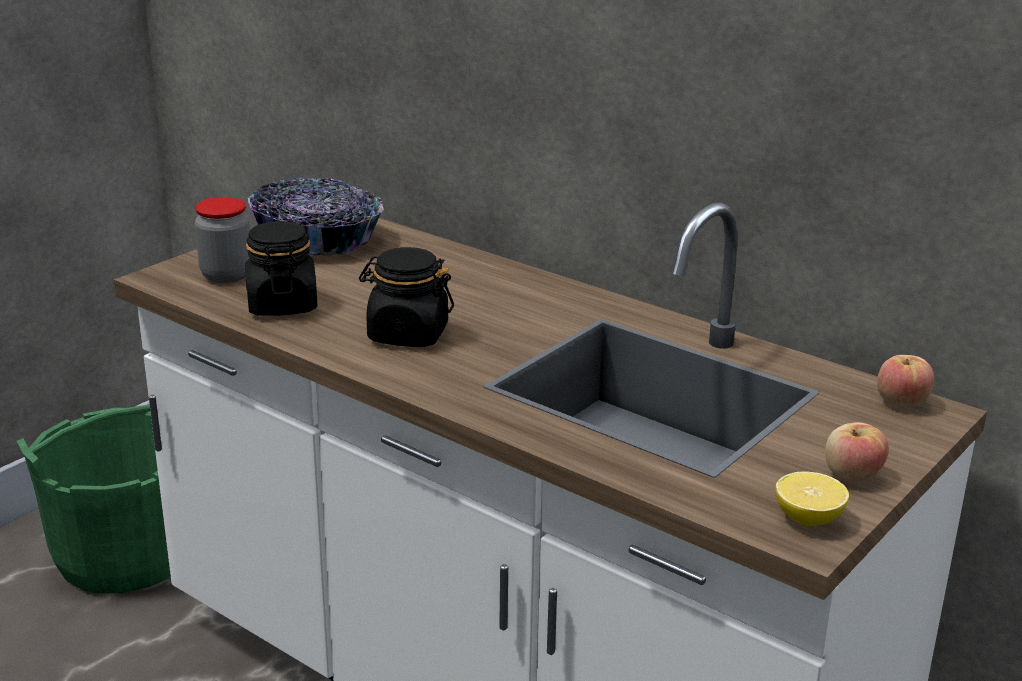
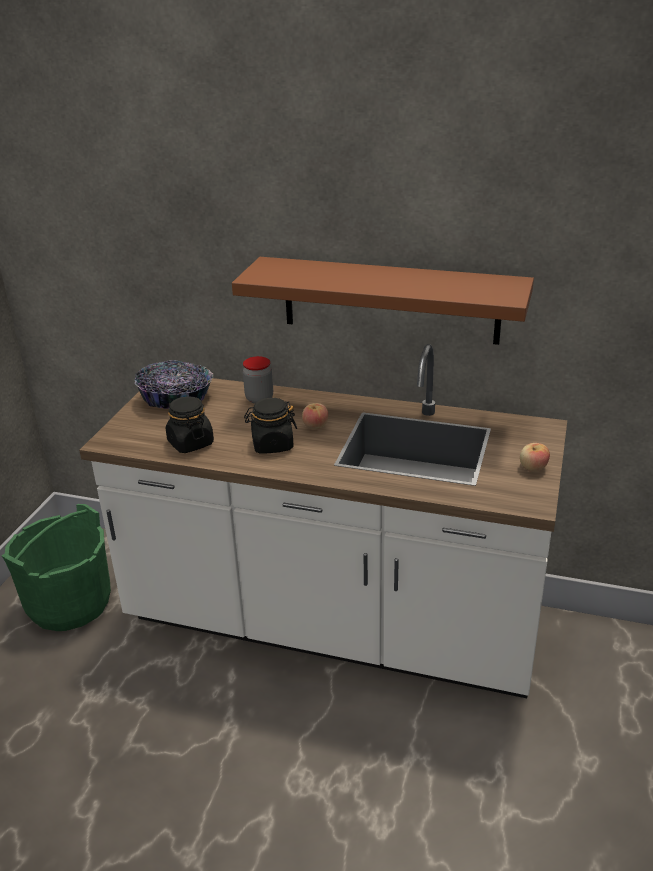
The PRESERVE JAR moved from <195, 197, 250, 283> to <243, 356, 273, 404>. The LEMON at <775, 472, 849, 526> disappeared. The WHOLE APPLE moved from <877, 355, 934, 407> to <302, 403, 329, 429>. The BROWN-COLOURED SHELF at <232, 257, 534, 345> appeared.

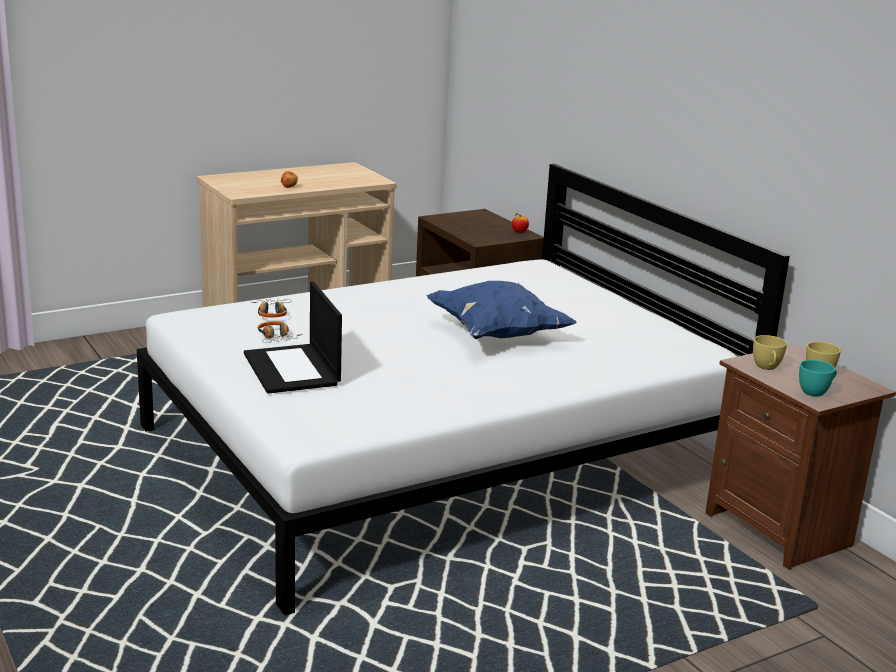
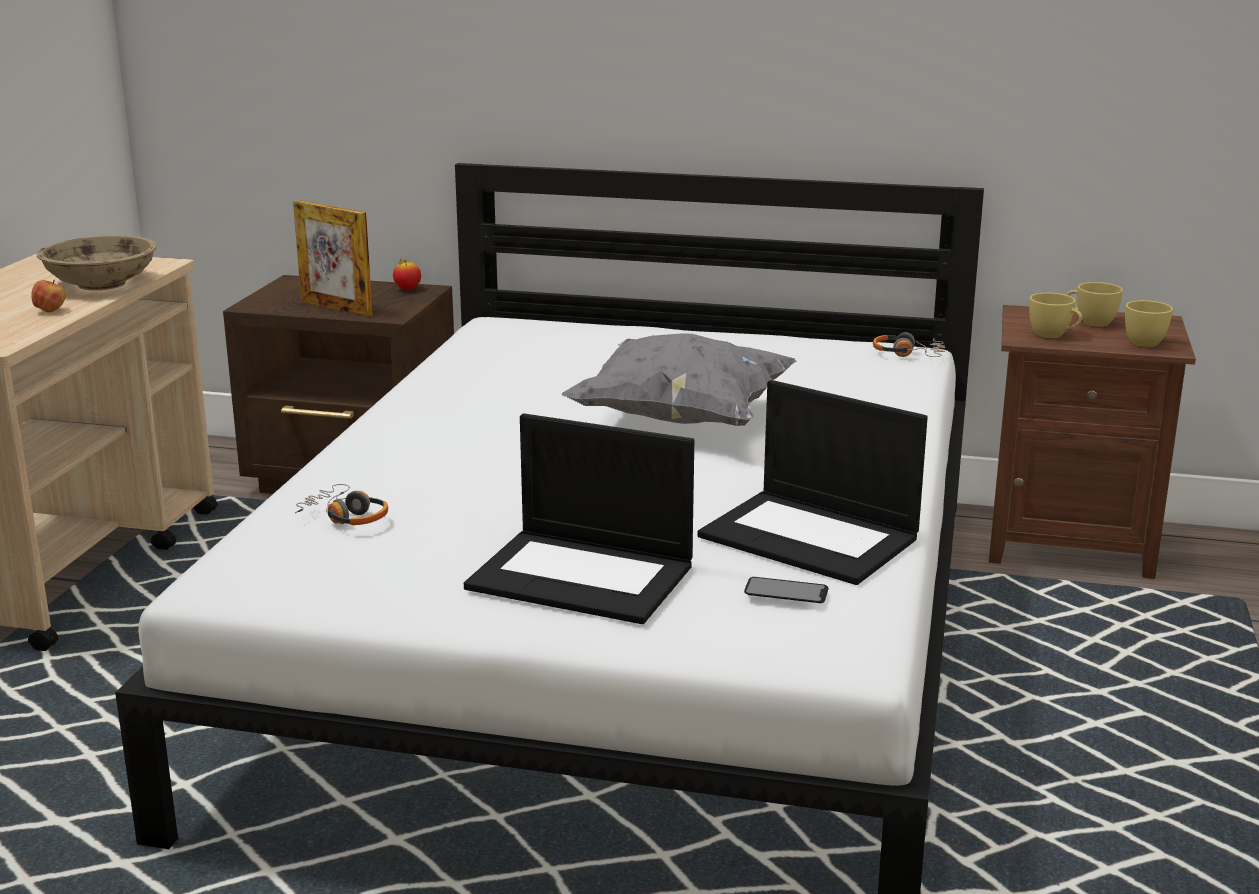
The PAIR OF HEADPHONES moved from <258, 321, 303, 343> to <873, 332, 945, 357>. The BLUE-COLOURED PILLOW at <427, 281, 577, 339> became the GREYISH PILLOW at <562, 334, 797, 426>. The BLUE-GREEN SMALL CUP at <799, 360, 837, 397> became the YELLOW-COLOURED SMALL CUP at <1125, 300, 1173, 347>. The BEIGE SERVING BOWL at <36, 235, 157, 290> appeared. The PICTURE FRAME at <293, 200, 373, 317> appeared. The LAPTOP at <698, 380, 928, 585> appeared. The HANDSET at <744, 577, 829, 603> appeared.

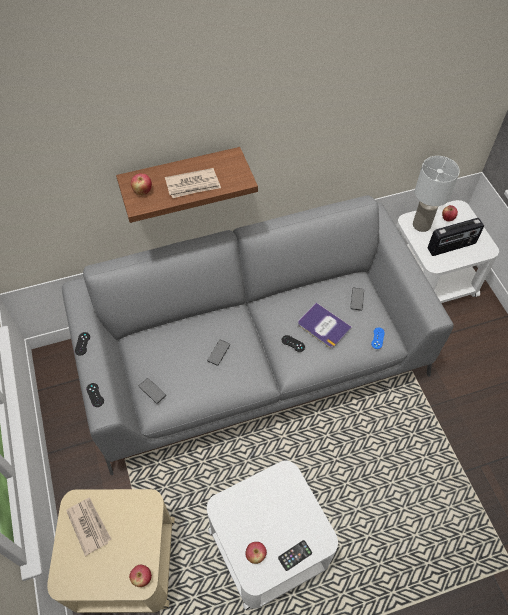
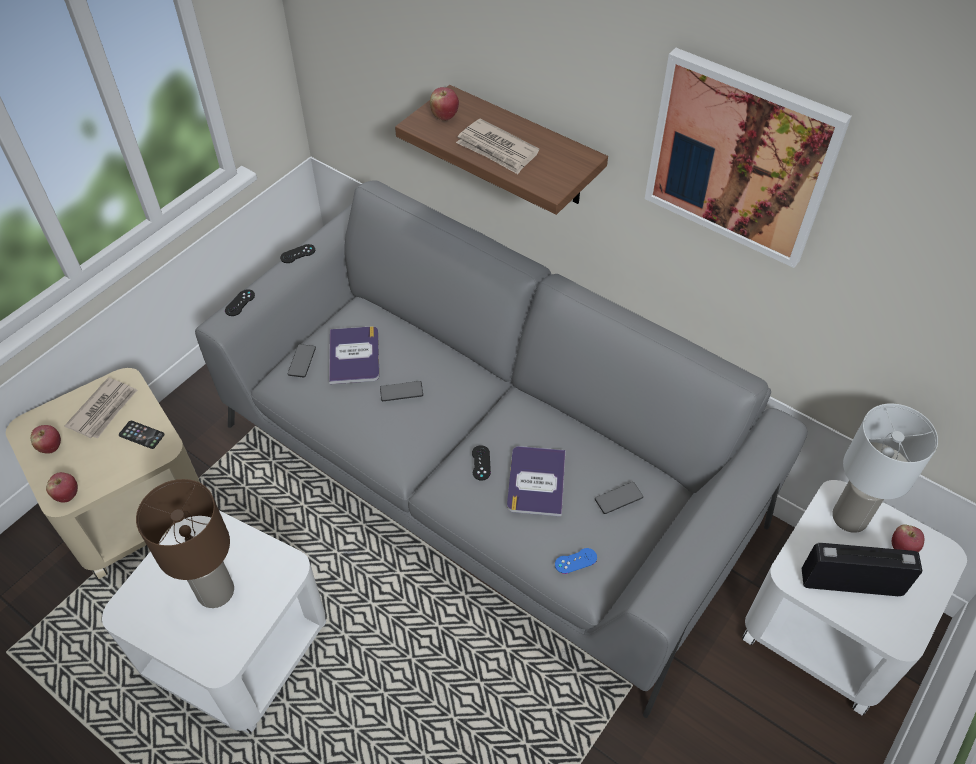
The WHOLE APPLE moved from <245, 542, 267, 564> to <31, 425, 61, 454>. The HANDSET moved from <278, 540, 312, 571> to <119, 421, 164, 449>. The RADIO at <428, 218, 484, 256> turned 150 degrees clockwise. The BROWN-COLOURED LAMP FOR A TABLE at <136, 479, 234, 608> appeared. The BOOK at <329, 326, 379, 384> appeared. The WALL PICTURE at <645, 48, 852, 268> appeared.

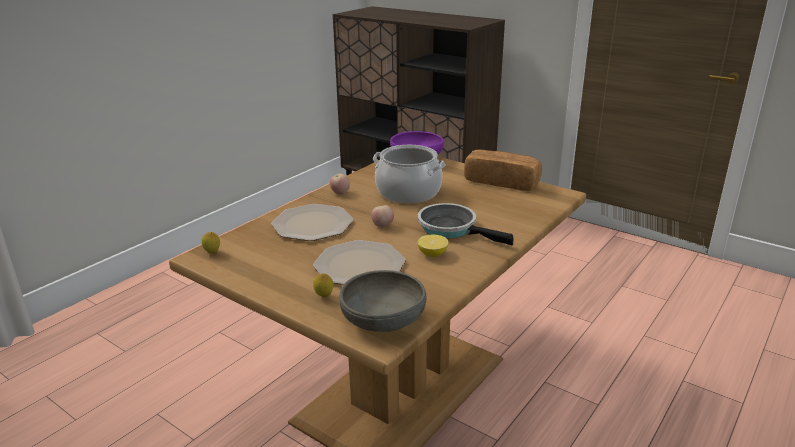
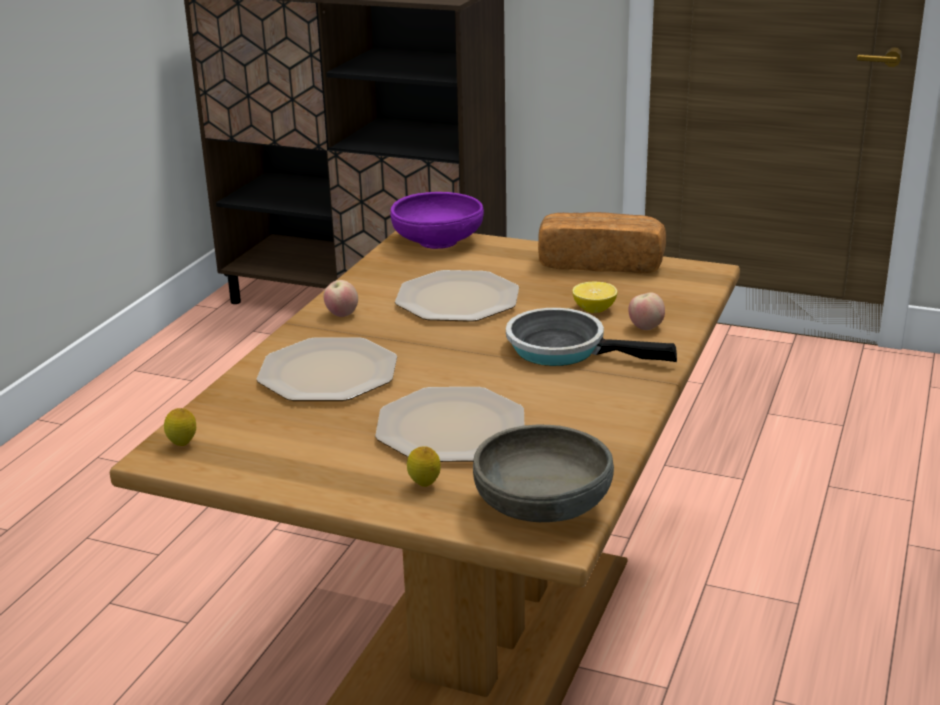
The WHOLE APPLE moved from <371, 205, 394, 228> to <628, 292, 665, 330>. The COOKING POT at <373, 145, 445, 203> was replaced by the FLAT DISH at <395, 270, 519, 322>. The LEMON moved from <417, 235, 449, 257> to <572, 282, 617, 313>.

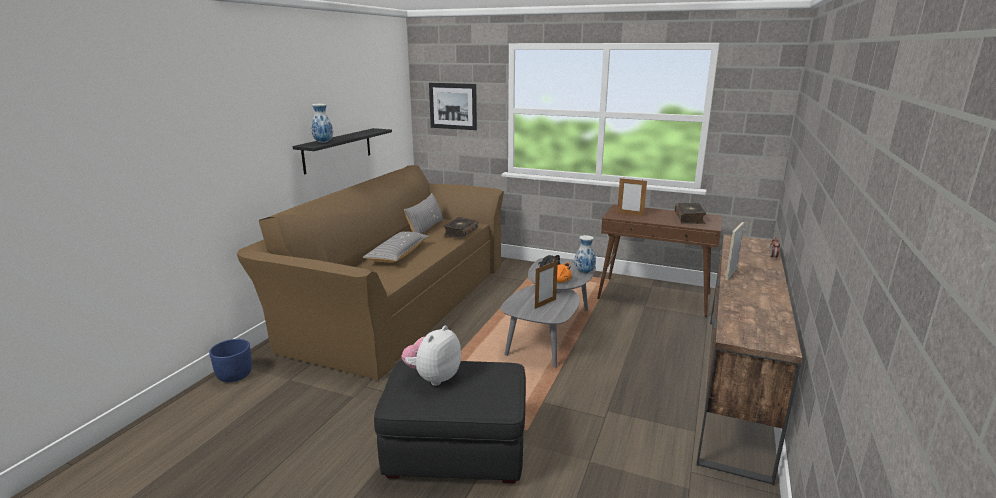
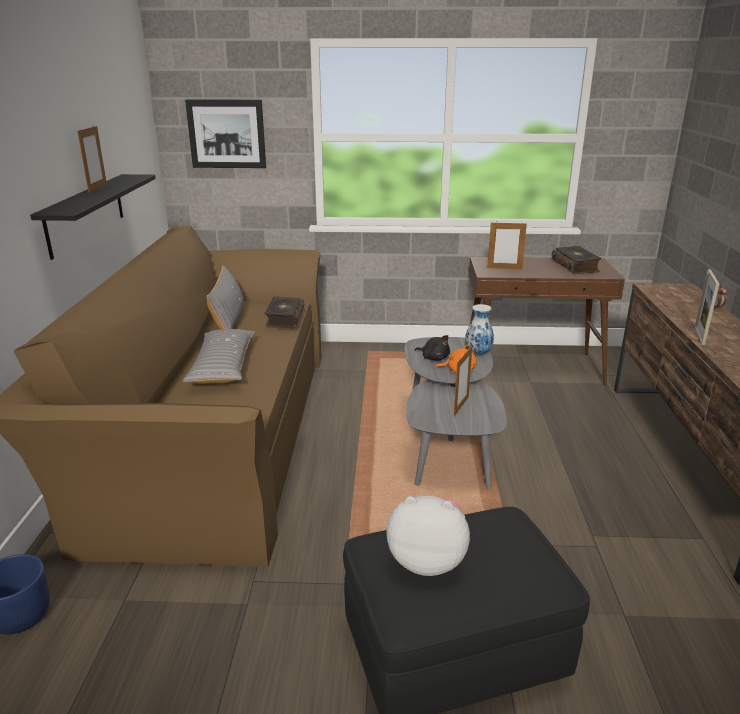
The DECORATIVE VASE at <311, 104, 333, 143> disappeared. The PLUSH TOY at <401, 325, 461, 386> turned 90 degrees clockwise. The PICTURE FRAME at <77, 126, 107, 193> appeared.

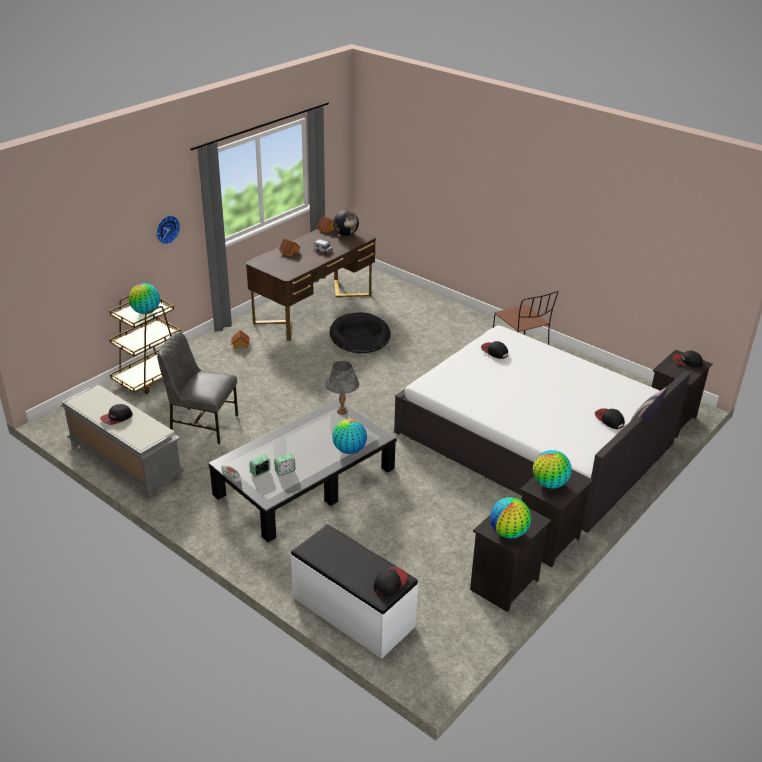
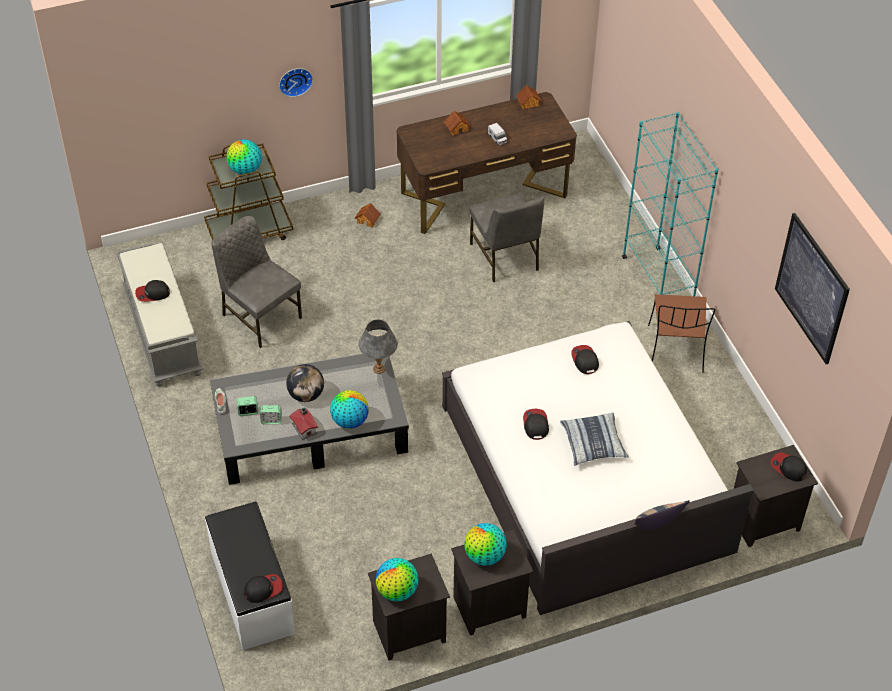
The BLACKISH PET BED at <330, 312, 391, 353> was replaced by the GREYISH PLAIN CHAIR at <469, 193, 544, 282>. The DESK GLOBE moved from <333, 210, 359, 236> to <286, 364, 324, 402>. The BASEBALL CAP moved from <595, 408, 625, 429> to <523, 409, 549, 440>. The MODEL HOUSE at <289, 407, 318, 440> appeared. The PILLOW at <560, 413, 629, 466> appeared. The BLUE-GREEN BOOKSHELF at <622, 112, 719, 296> appeared. The WALL PICTURE at <775, 213, 850, 364> appeared.

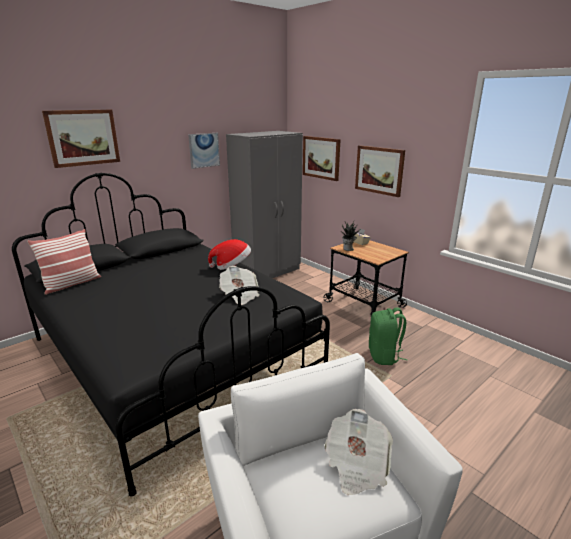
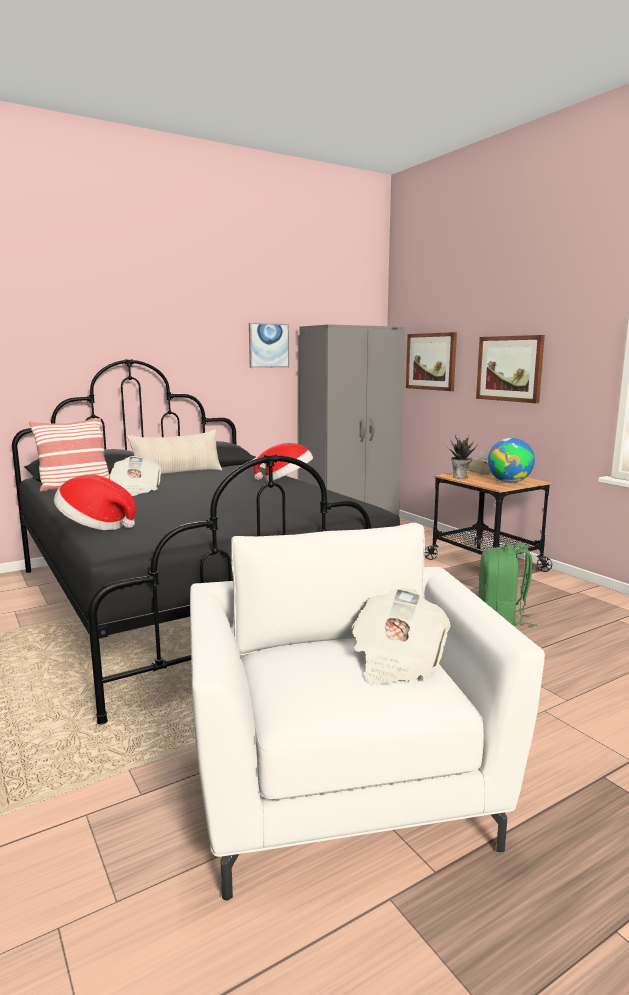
The WALL PICTURE at <42, 110, 120, 168> disappeared. The PRINTED PAPER moved from <219, 266, 260, 305> to <109, 456, 162, 496>. The HAT at <54, 475, 136, 531> appeared. The BEIGE PILLOW at <128, 430, 222, 474> appeared. The DESK GLOBE at <488, 438, 535, 483> appeared.

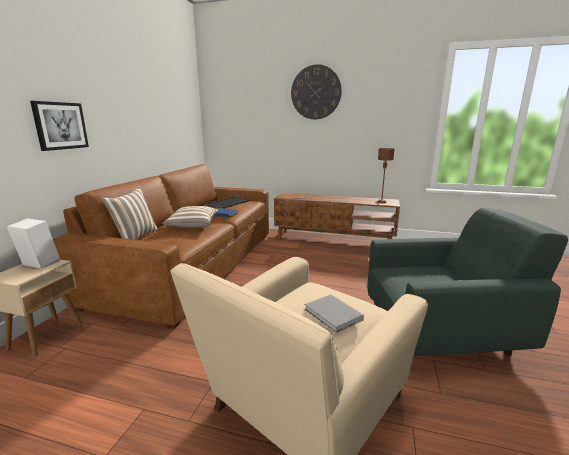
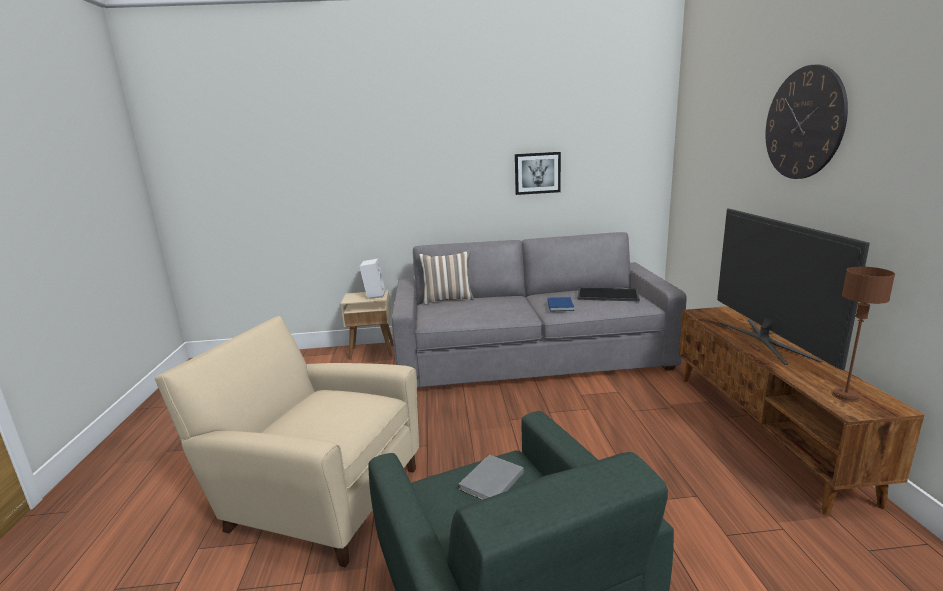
The WALL PICTURE moved from <30, 101, 89, 151> to <515, 152, 561, 195>. The BROWN-COLOURED SOFA at <53, 164, 269, 329> became the GREYISH SOFA at <392, 232, 687, 388>. The PILLOW at <162, 206, 218, 228> disappeared. The GREYISH BOOK moved from <304, 295, 364, 333> to <459, 455, 524, 500>. The TELEVISION at <717, 208, 870, 370> appeared.

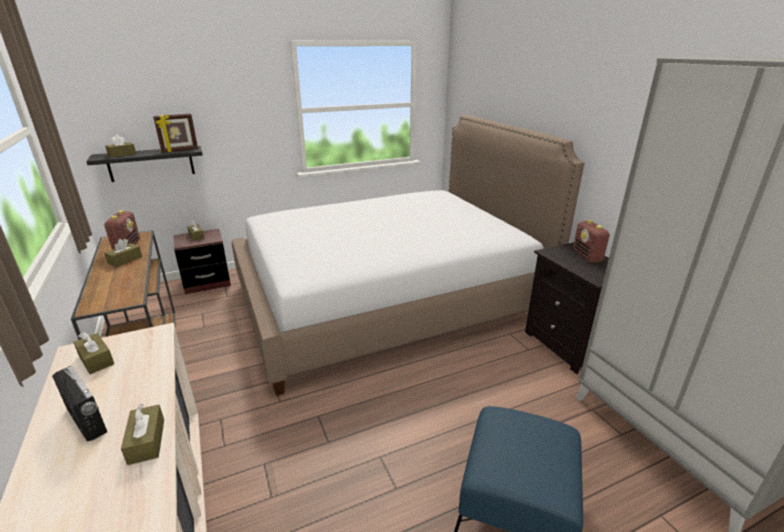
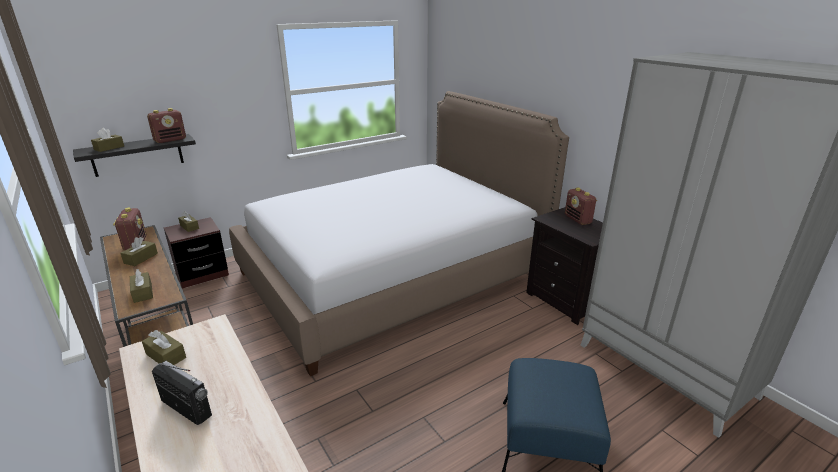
The BROWN-COLOURED TISSUE BOX moved from <121, 404, 164, 465> to <130, 269, 153, 303>. The PICTURE FRAME at <153, 114, 198, 153> was replaced by the RADIO at <147, 108, 186, 143>.

